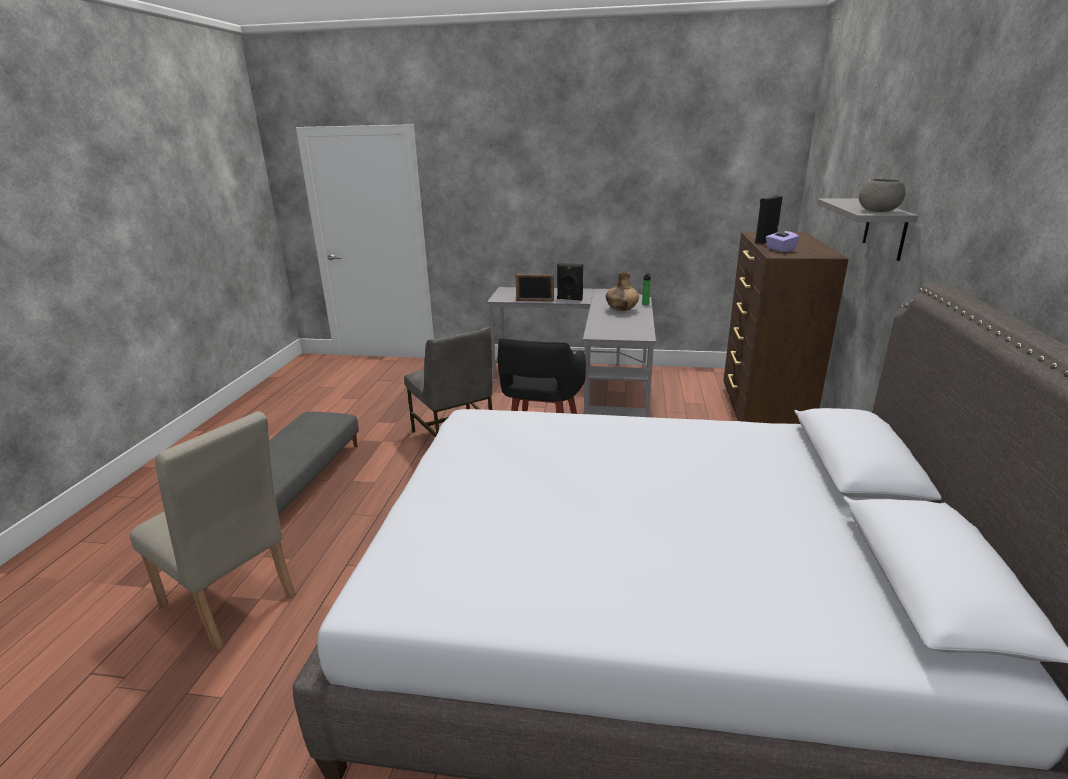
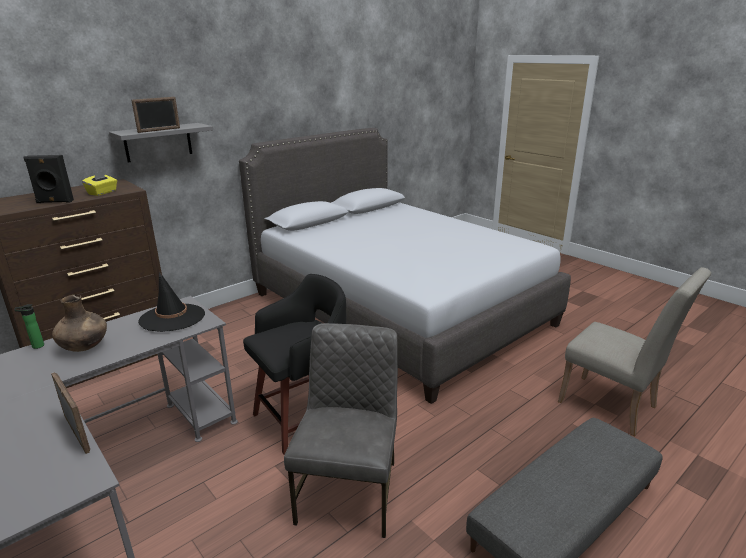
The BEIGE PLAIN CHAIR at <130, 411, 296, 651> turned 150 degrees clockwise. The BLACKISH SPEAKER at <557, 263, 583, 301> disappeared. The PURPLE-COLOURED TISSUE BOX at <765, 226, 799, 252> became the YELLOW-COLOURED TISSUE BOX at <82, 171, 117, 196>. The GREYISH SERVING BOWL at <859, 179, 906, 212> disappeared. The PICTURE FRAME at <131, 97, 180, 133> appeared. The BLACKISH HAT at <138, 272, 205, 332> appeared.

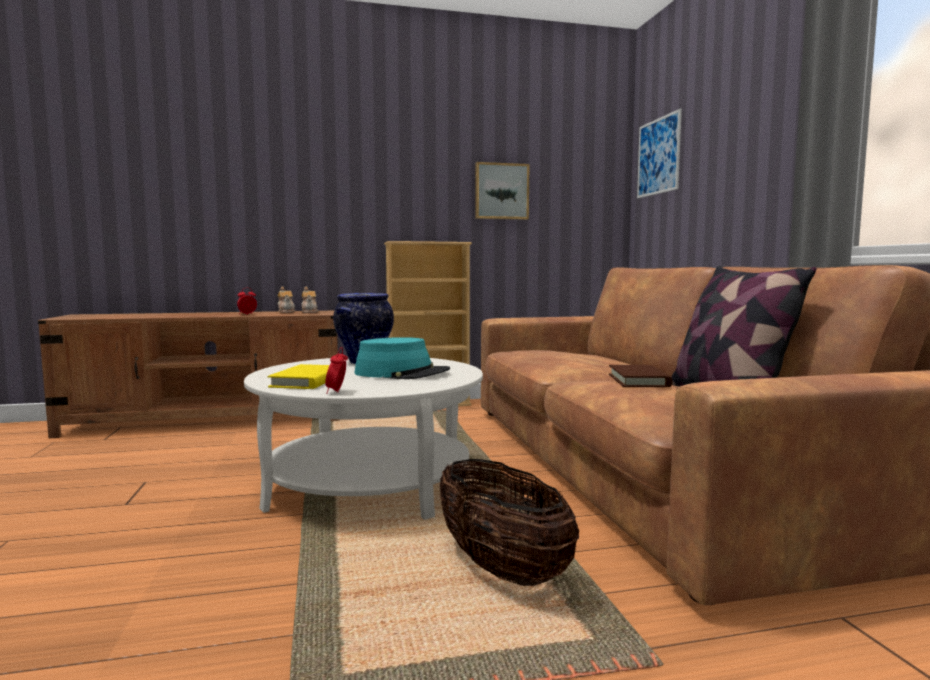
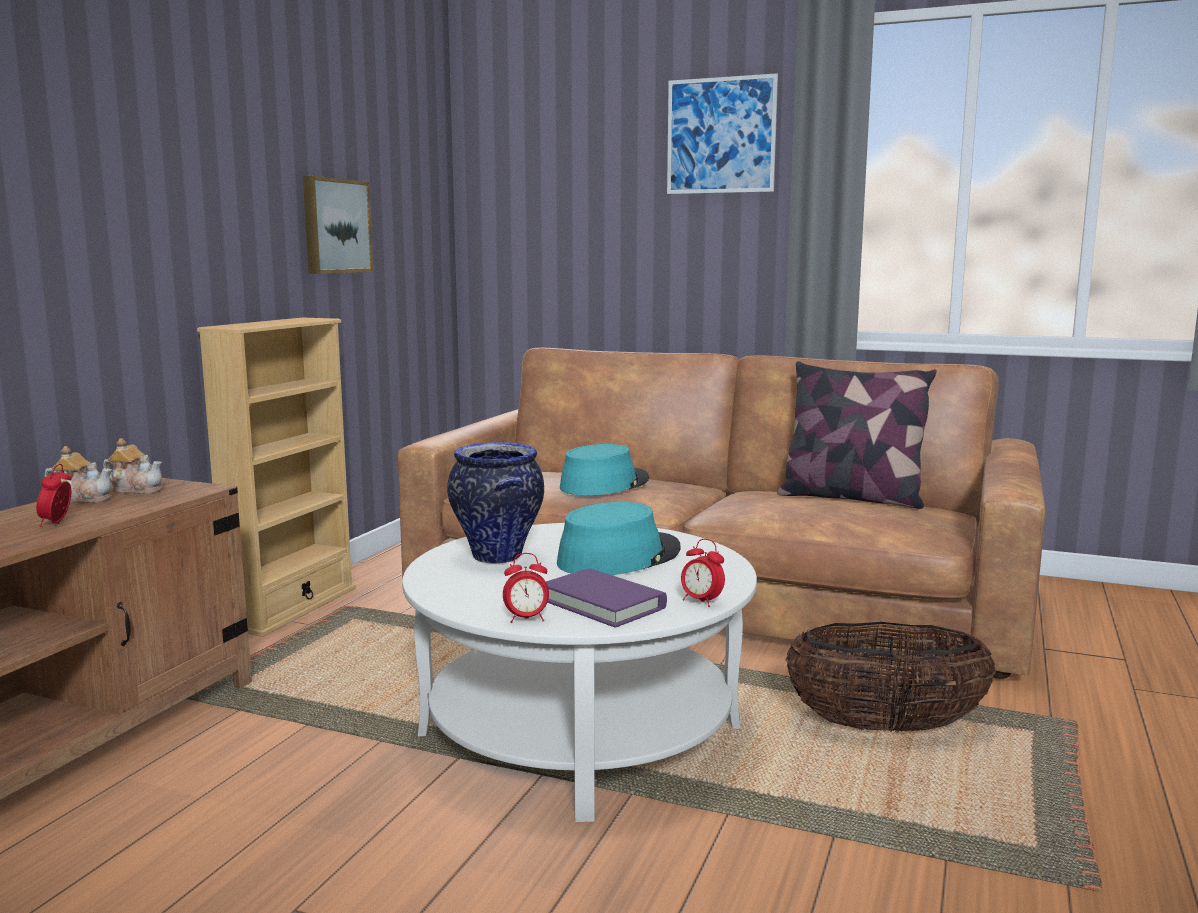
The YELLOW-COLOURED BOOK at <268, 364, 329, 389> became the PURPLE-COLOURED BOOK at <546, 568, 667, 628>. The BROWN-COLOURED BOOK at <609, 365, 672, 387> disappeared. The WALL PICTURE moved from <637, 109, 682, 198> to <667, 73, 778, 194>. The BEDSIDE CLOCK at <503, 553, 549, 623> appeared. The BLUE-GREEN HAT at <560, 444, 649, 495> appeared.

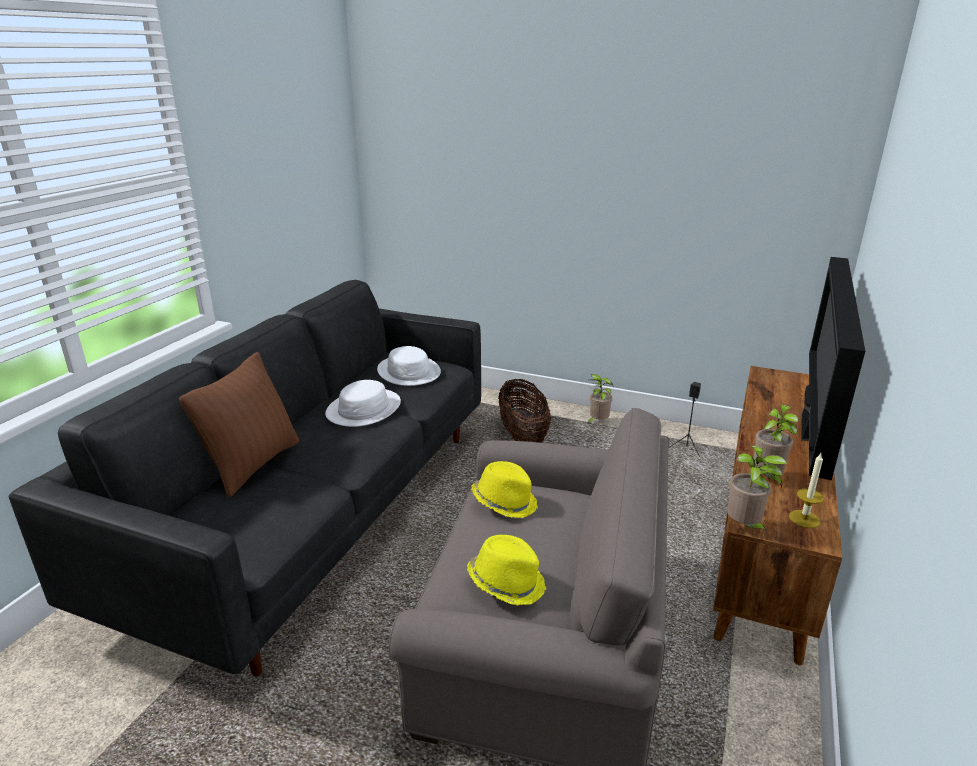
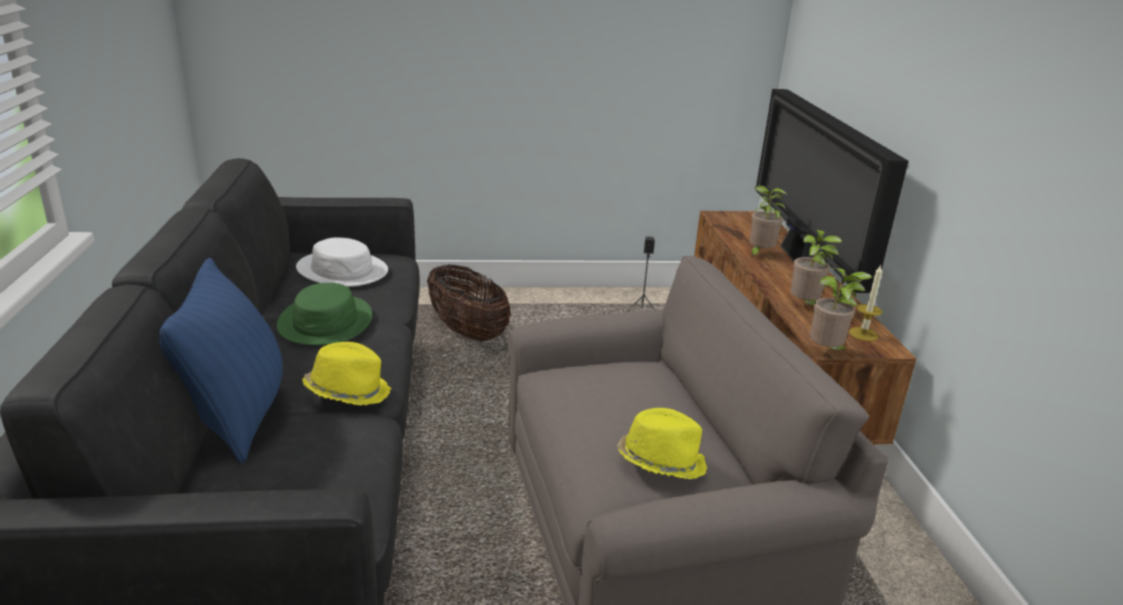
The BROWN-COLOURED PILLOW at <179, 352, 299, 497> became the BLUE-COLOURED PILLOW at <159, 258, 283, 463>. The WHITE-COLOURED HAT at <325, 380, 401, 427> became the GREENISH HAT at <277, 283, 372, 345>. The YELLOW-COLOURED HAT moved from <471, 461, 538, 518> to <302, 342, 392, 406>. The HOUSEPLANT moved from <587, 374, 613, 423> to <750, 186, 788, 257>.

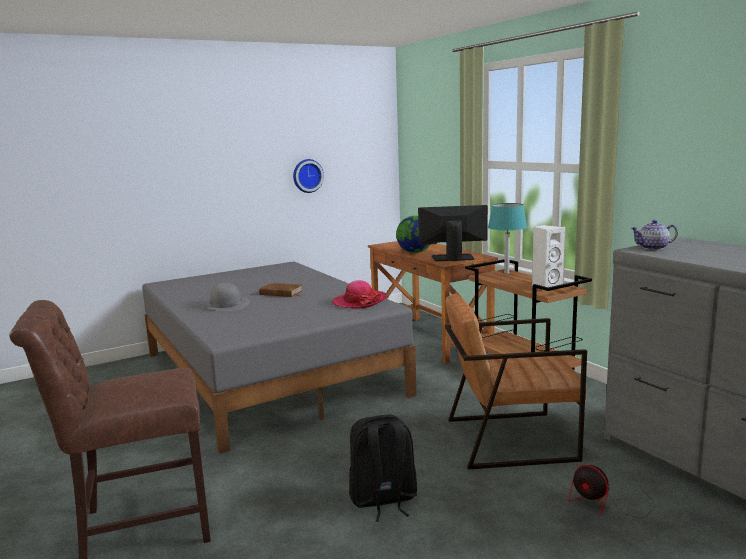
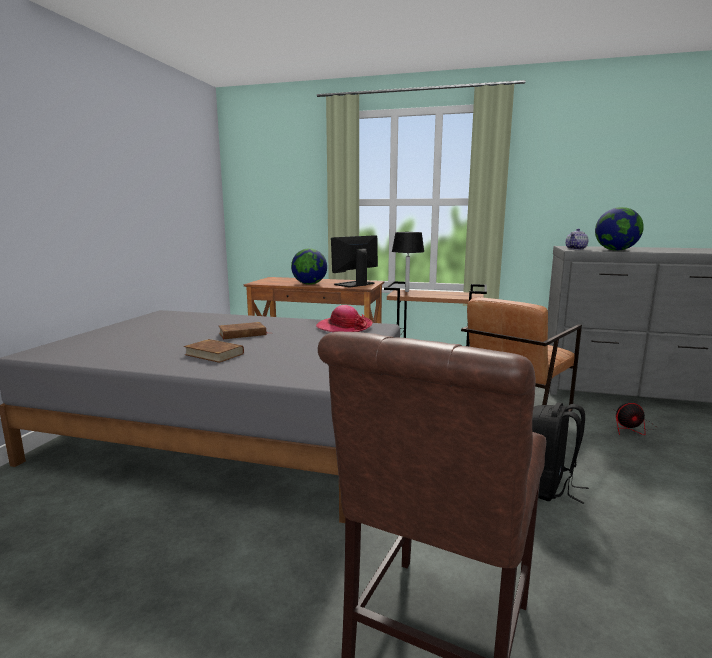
The GREYISH HAT at <203, 283, 249, 311> was replaced by the BROWN-COLOURED BOOK at <184, 339, 244, 363>. The CLOCK ON THE WALL at <293, 159, 324, 193> disappeared. The BLUE-GREEN LAMP FOR A TABLE at <488, 203, 527, 274> became the BLACKISH LAMP FOR A TABLE at <392, 232, 425, 292>. The WHITE-COLOURED SPEAKER at <532, 225, 566, 291> disappeared. The DESK GLOBE at <595, 207, 644, 251> appeared.

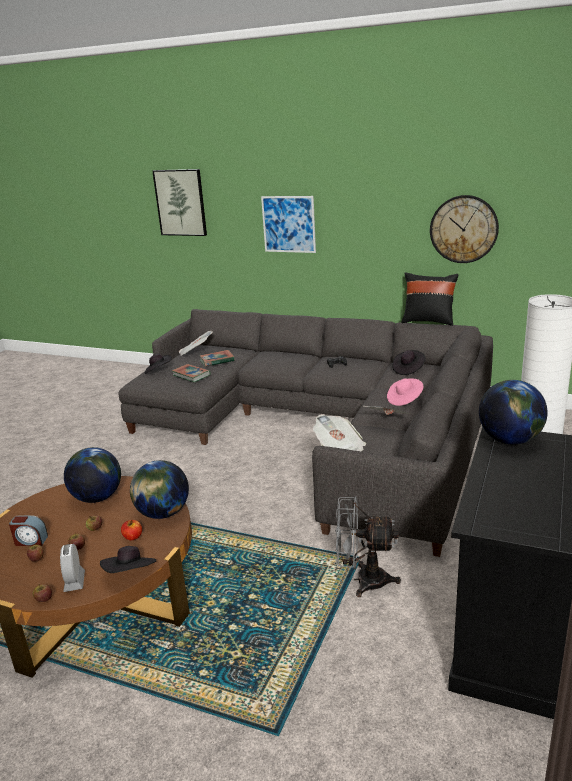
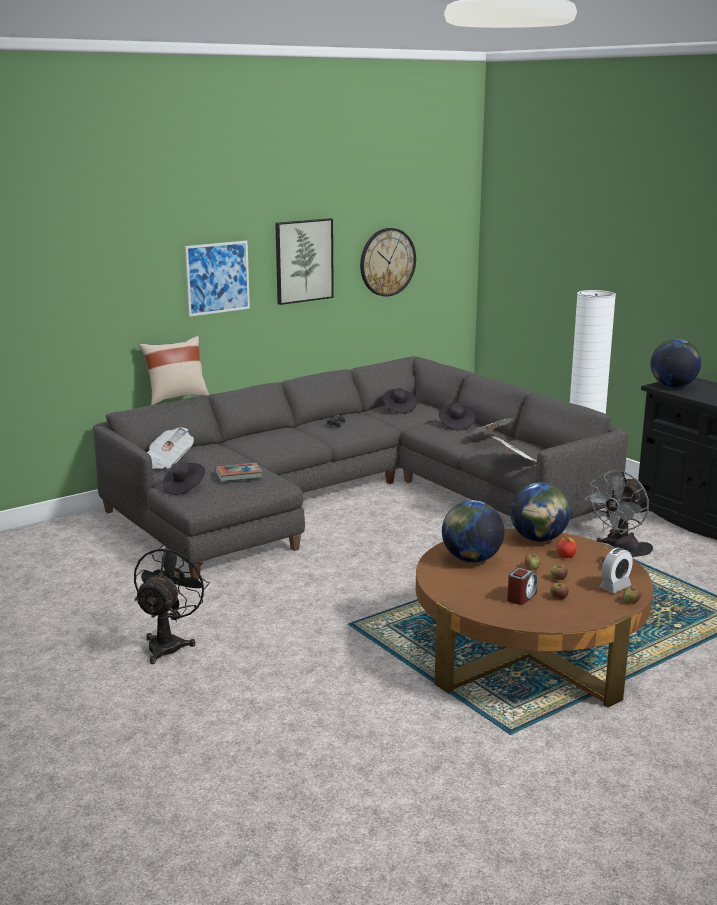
The BEDSIDE CLOCK at <60, 544, 85, 592> turned 60 degrees counterclockwise. The WALL PICTURE moved from <152, 169, 207, 236> to <275, 218, 334, 305>. The BOOK at <199, 350, 235, 367> disappeared. The PINK HAT at <387, 378, 423, 406> became the BLACKISH HAT at <439, 403, 476, 430>. The BLACKISH PILLOW at <401, 272, 458, 326> disappeared. The BLACKISH ELECTRIC FAN at <134, 543, 210, 664> appeared. The BEIGE PILLOW at <139, 336, 209, 405> appeared.

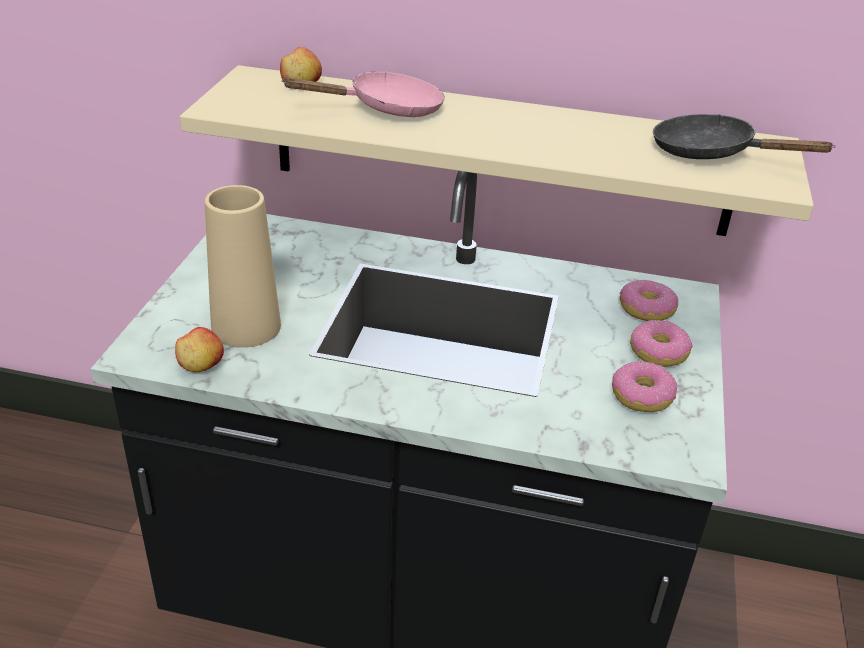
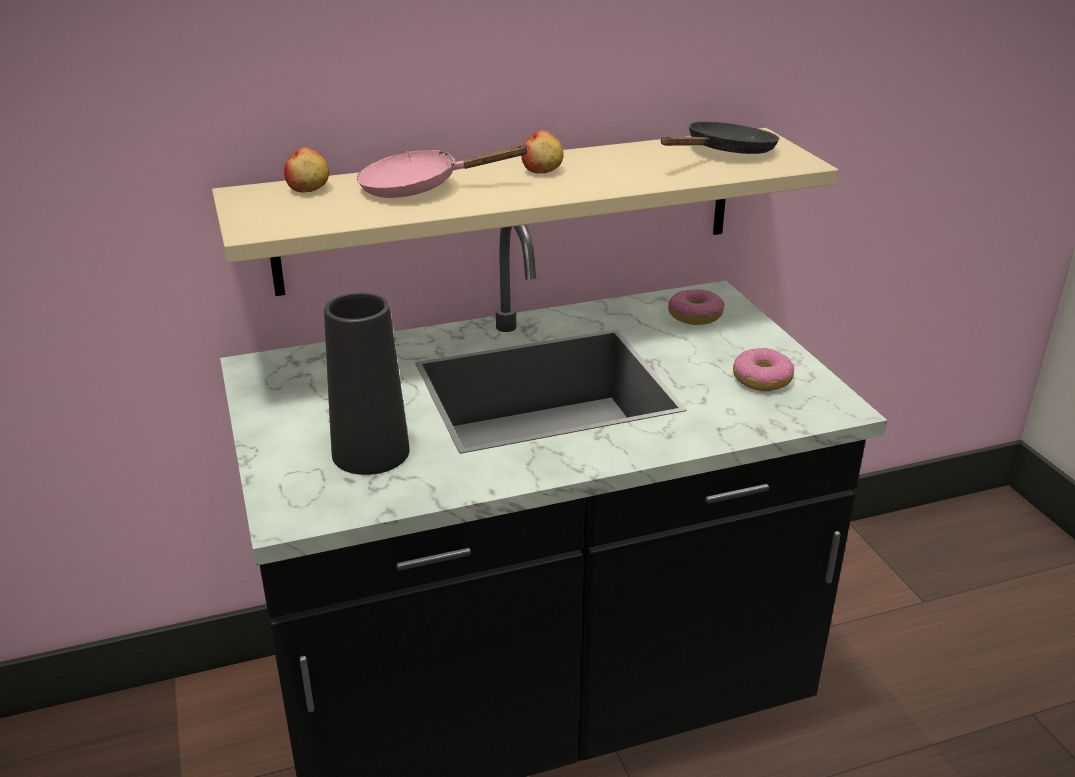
The WHOLE APPLE moved from <175, 327, 224, 372> to <521, 130, 563, 173>. The BEIGE DECORATIVE VASE at <205, 185, 281, 348> became the BLACKISH DECORATIVE VASE at <324, 293, 410, 475>. The PINK SKILLET at <282, 71, 445, 117> turned 135 degrees counterclockwise. The DONUT at <630, 320, 692, 367> disappeared. The BLACKISH SKILLET at <653, 114, 836, 159> turned 135 degrees clockwise.

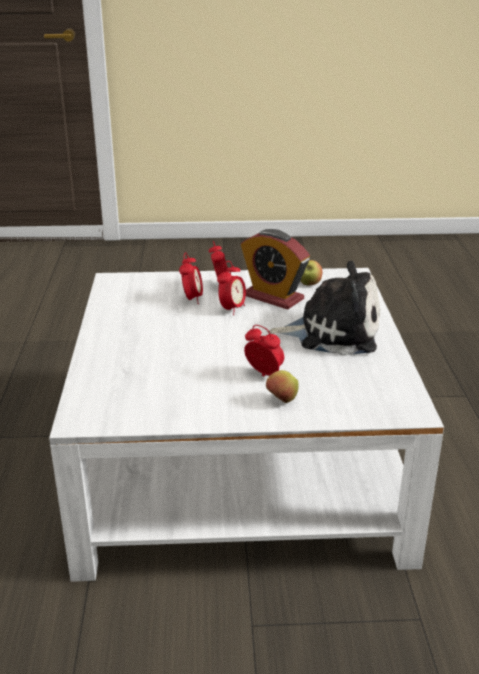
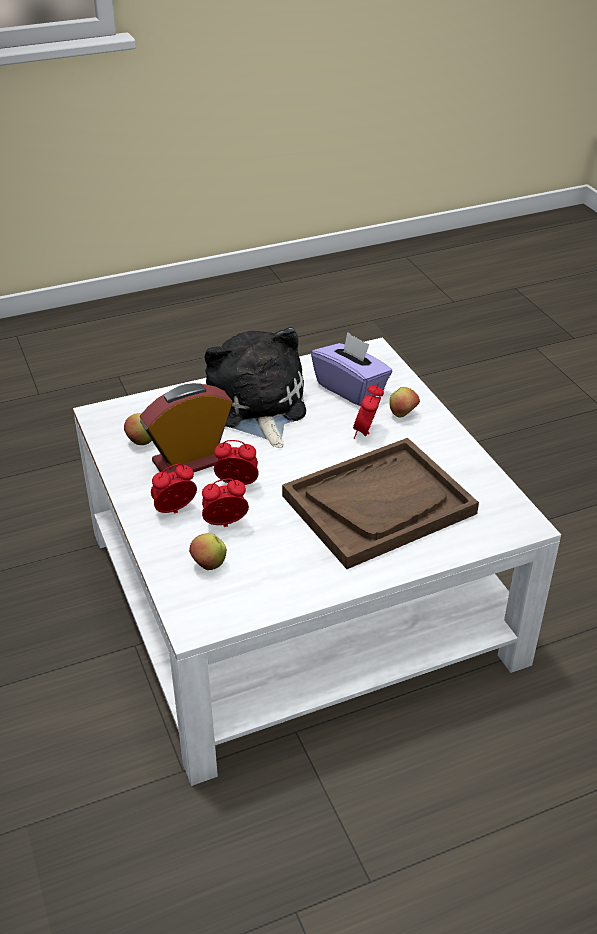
The BEDSIDE CLOCK at <241, 229, 310, 310> turned 135 degrees counterclockwise. The WHOLE APPLE at <189, 533, 227, 570> appeared. The BROWN-COLOURED SERVING TRAY at <282, 438, 479, 569> appeared. The PURPLE-COLOURED TISSUE BOX at <311, 332, 392, 406> appeared.

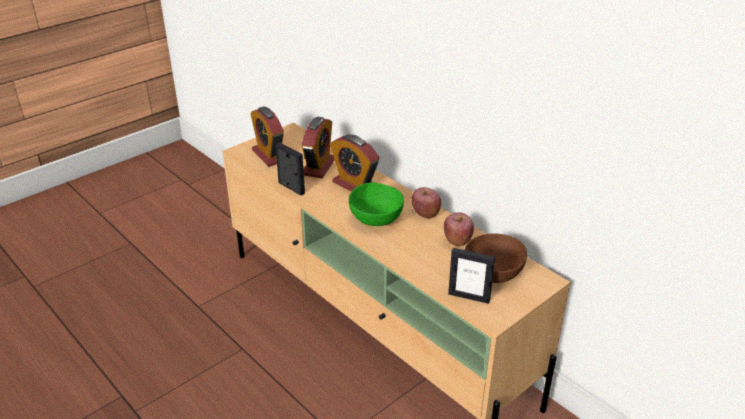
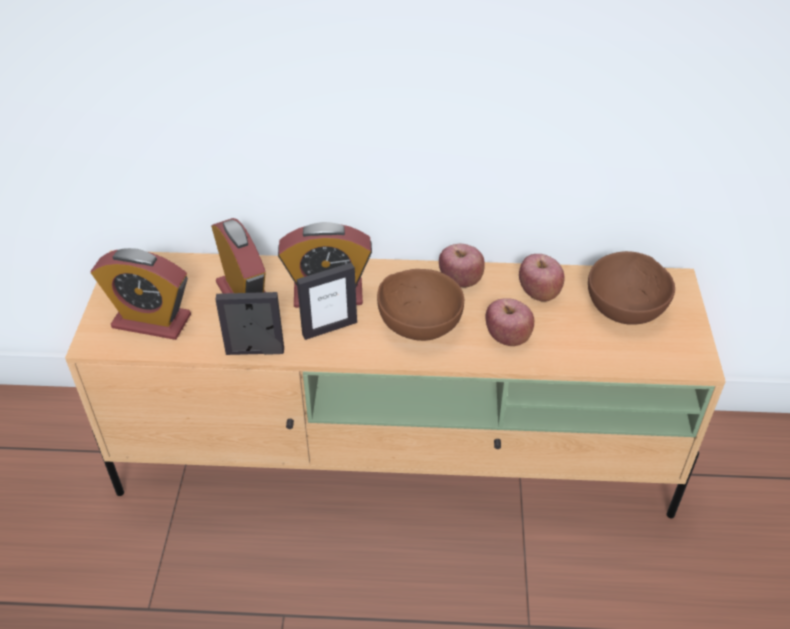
The GREENISH SERVING BOWL at <349, 182, 404, 226> became the BROWN-COLOURED SERVING BOWL at <377, 269, 464, 341>. The PICTURE FRAME moved from <448, 248, 495, 304> to <297, 263, 357, 340>. The WHOLE APPLE at <485, 298, 534, 346> appeared.

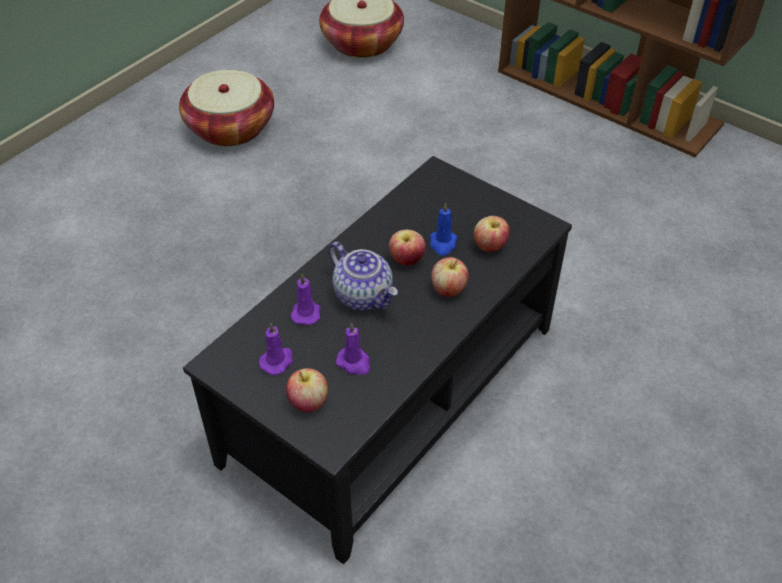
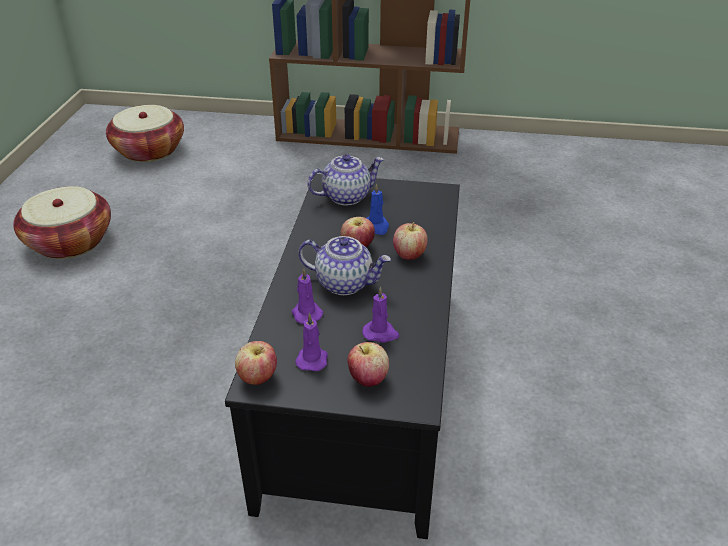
The WHOLE APPLE moved from <474, 216, 510, 252> to <235, 341, 277, 385>. The TEA POT at <307, 154, 384, 205> appeared.

